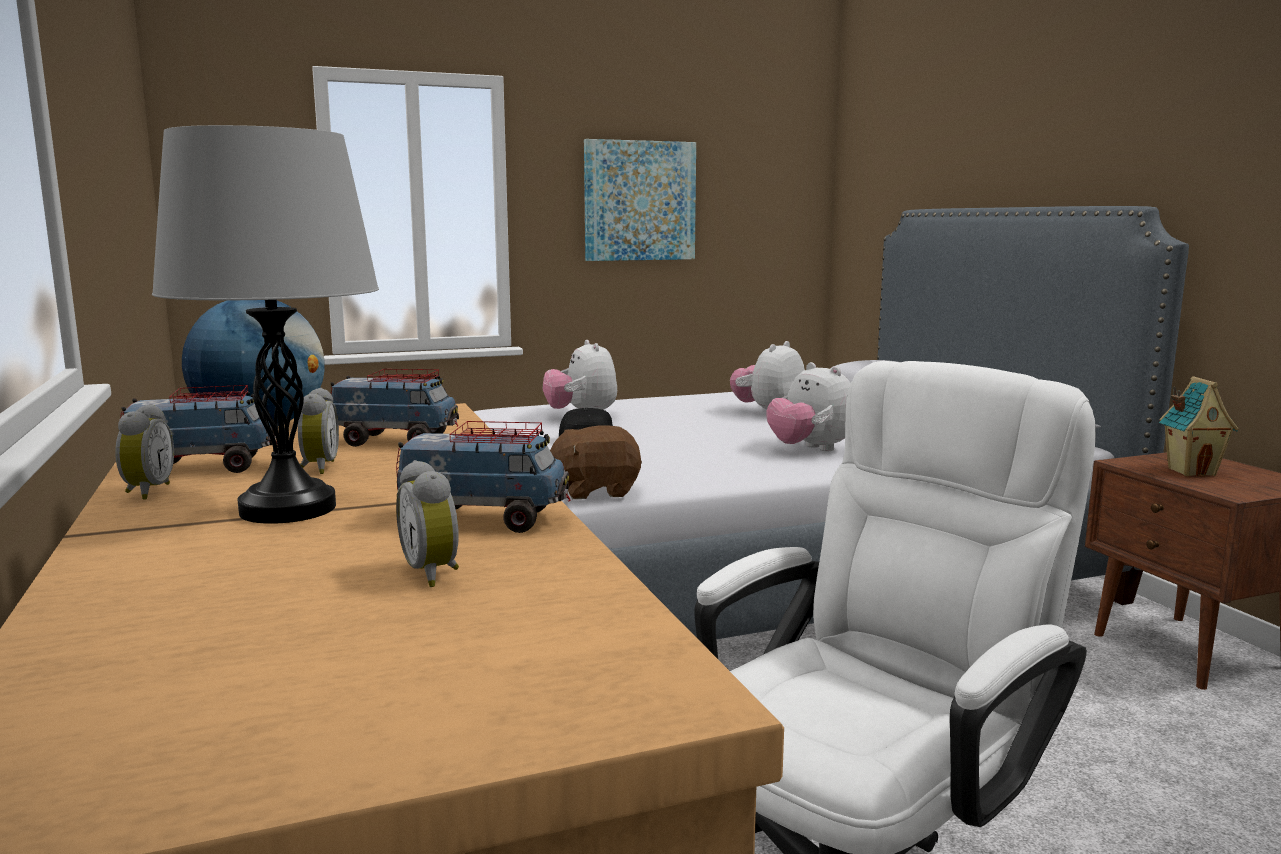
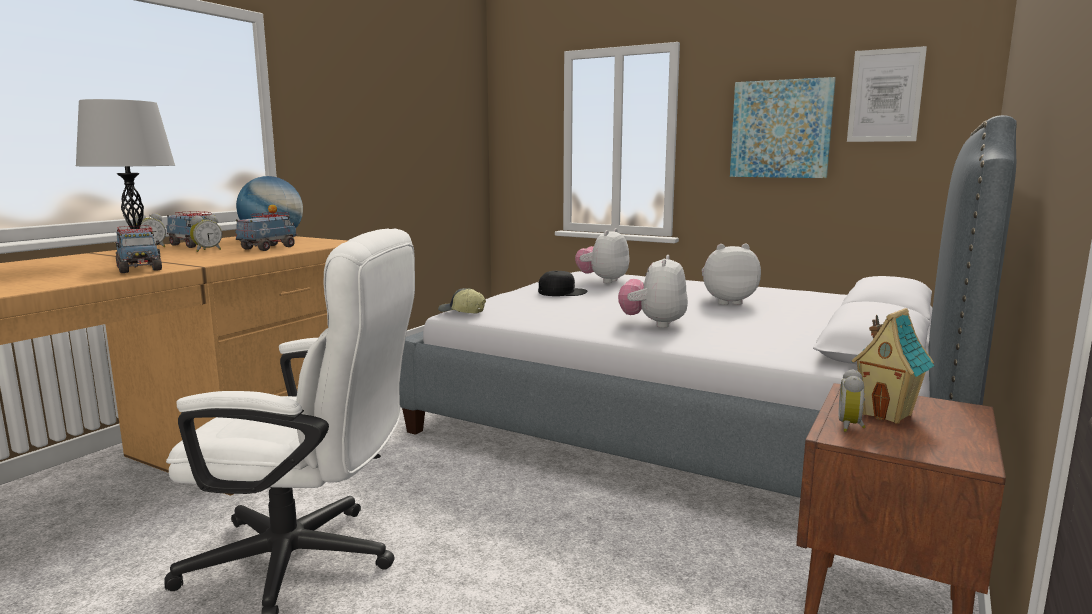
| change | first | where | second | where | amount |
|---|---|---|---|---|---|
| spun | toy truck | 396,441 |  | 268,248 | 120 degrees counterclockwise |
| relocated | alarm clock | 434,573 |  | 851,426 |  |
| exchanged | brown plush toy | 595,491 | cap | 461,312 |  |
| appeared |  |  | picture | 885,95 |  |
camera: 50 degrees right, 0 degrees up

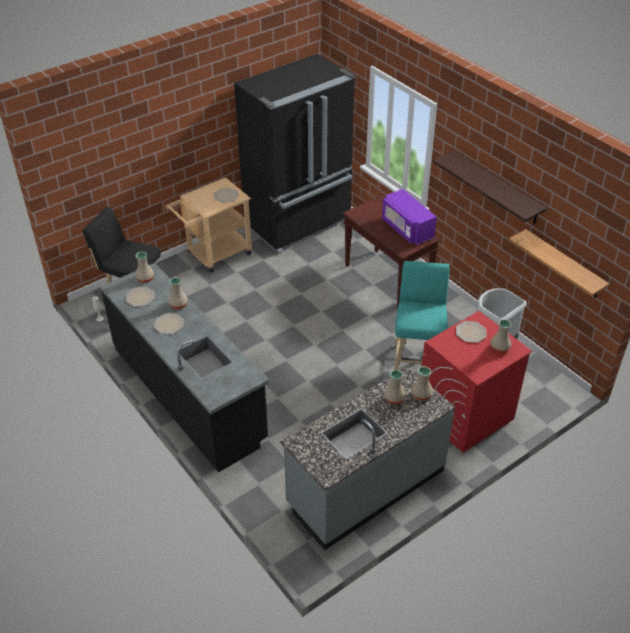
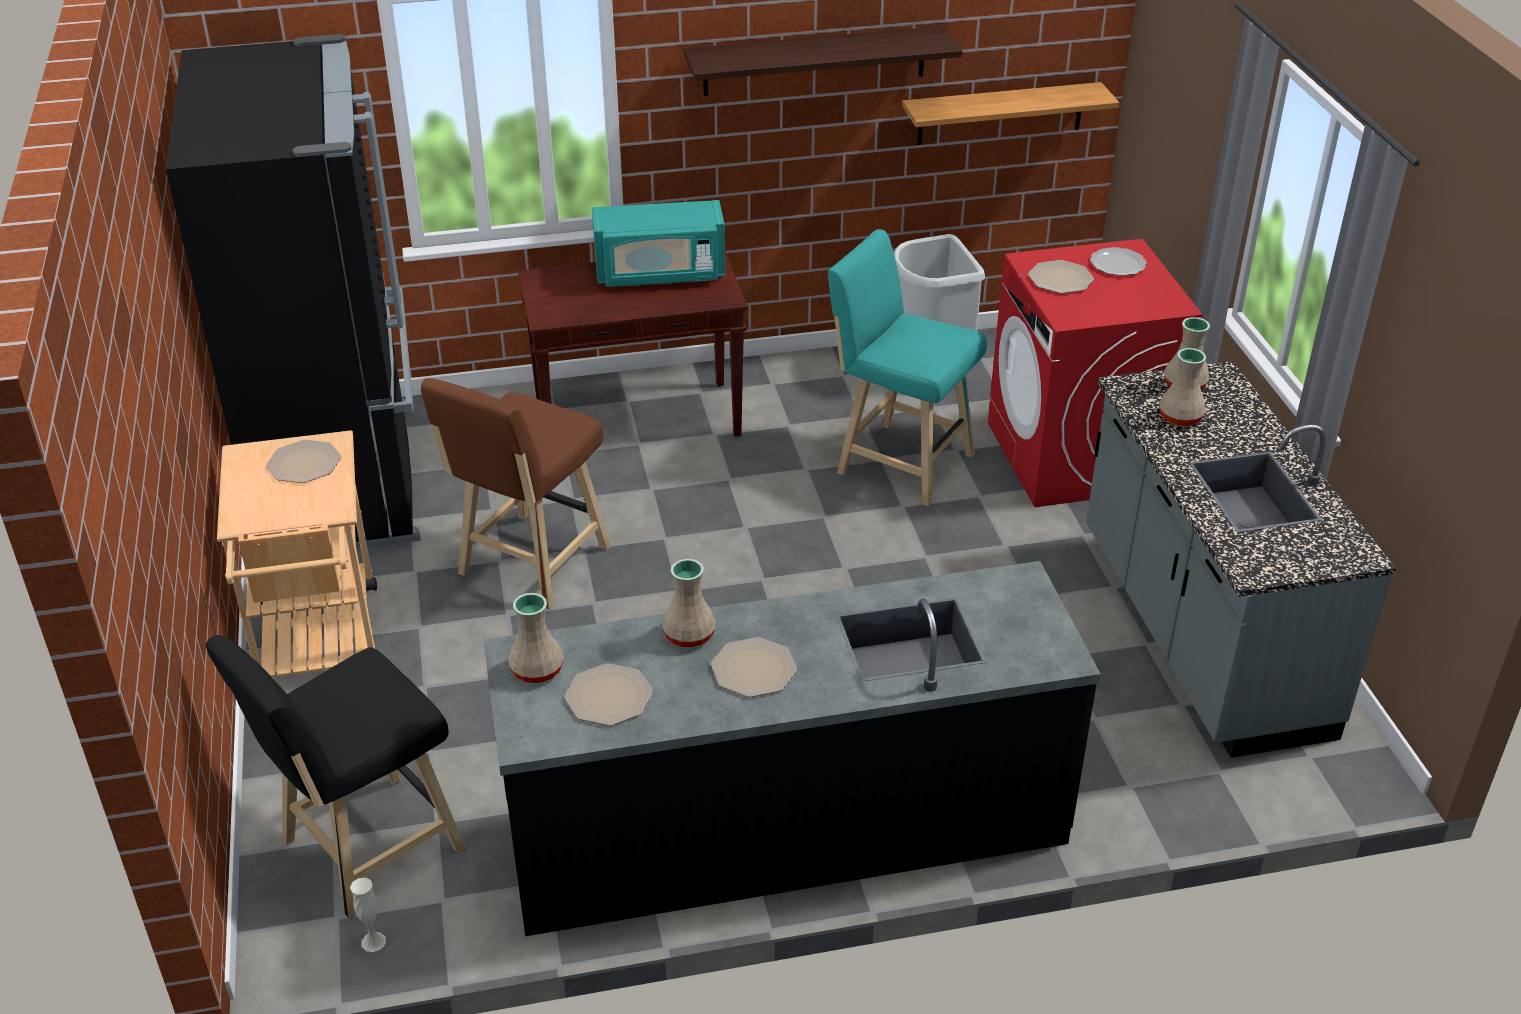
| change | first | where | second | where | amount |
|---|---|---|---|---|---|
| colour | purple microwave | 406,229 | turquoise microwave | 660,274 |  |
| exchanged | beige vase | 499,347 | plate | 1117,264 |  |
| appeared |  |  | brown stool | 529,566 |  |
camera: 65 degrees left, 5 degrees down

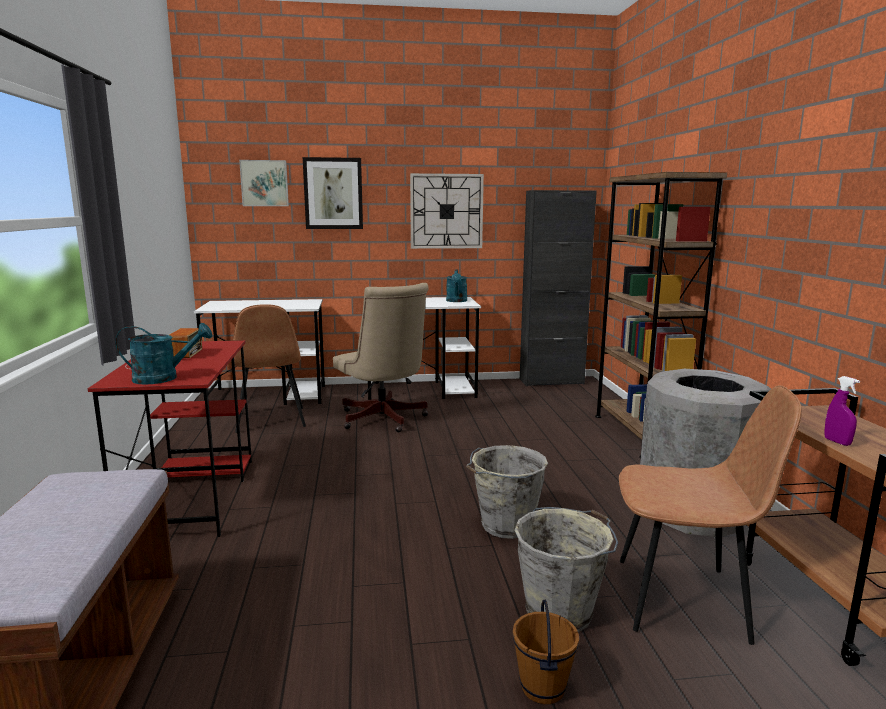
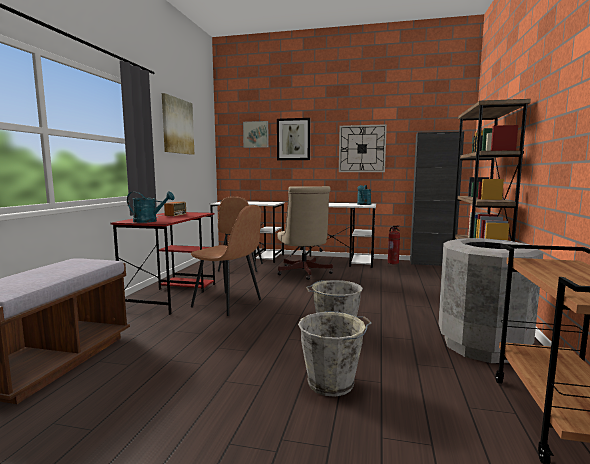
| change | first | where | second | where | amount |
|---|---|---|---|---|---|
| missing | brown bucket | 541,687 |  |  |  |
| relocated | brown chair | 684,599 |  | 228,304 |  |
| missing | purple spray bottle | 837,442 |  |  |  |
| appeared |  |  | picture | 177,126 |  |
| appeared |  |  | fire extinguisher | 393,263 |  |
camera: 20 degrees right, 5 degrees down

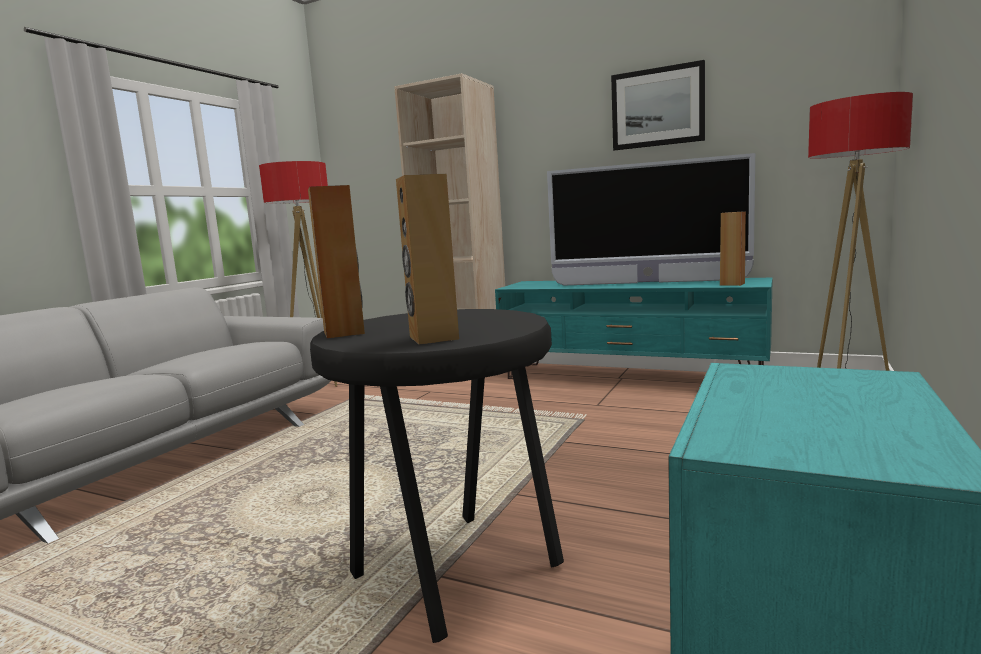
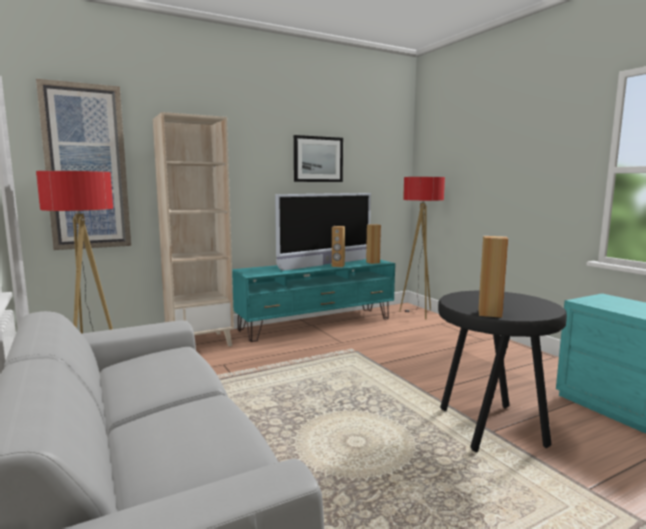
| change | first | where | second | where | amount |
|---|---|---|---|---|---|
| relocated | brown speaker | 433,338 |  | 338,266 |  |
| appeared |  |  | picture | 86,168 |  |
camera: 55 degrees left, 0 degrees up

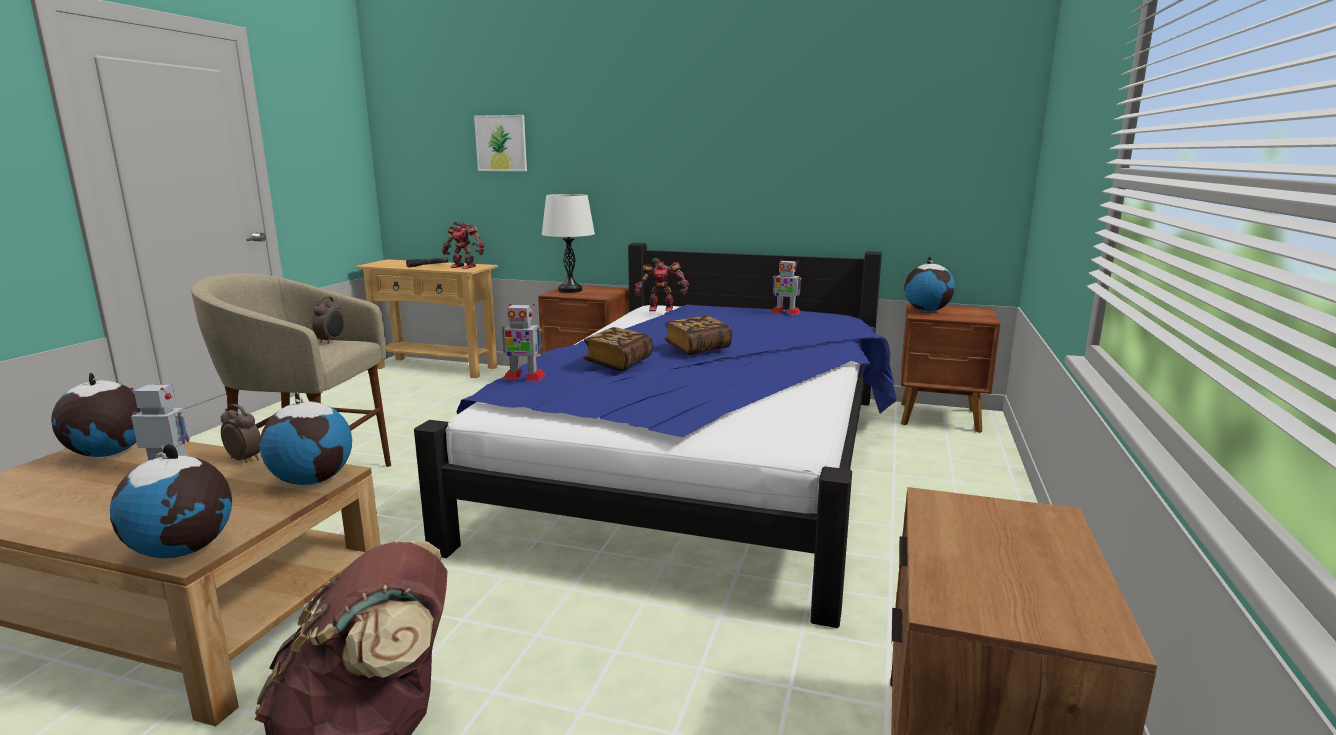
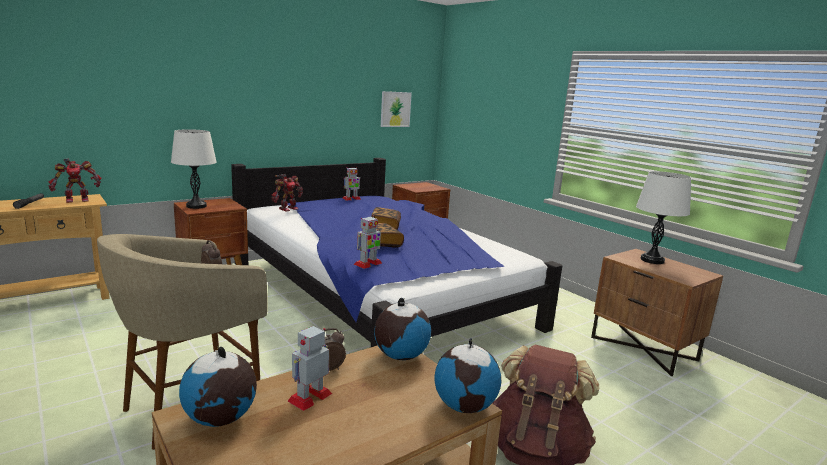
| change | first | where | second | where | amount |
|---|---|---|---|---|---|
| relocated | picture | 501,143 |  | 395,109 |  |
| missing | globe | 926,310 |  |  |  |
| appeared |  |  | white table lamp | 652,260 |  |
camera: 55 degrees left, 0 degrees up

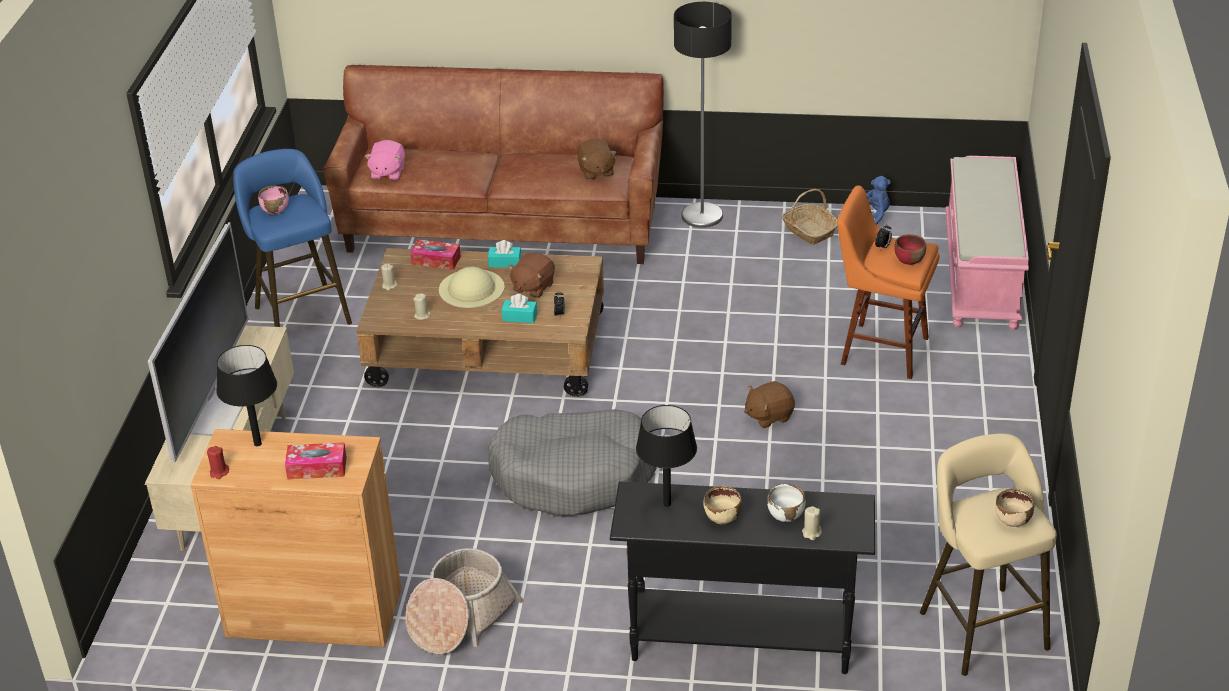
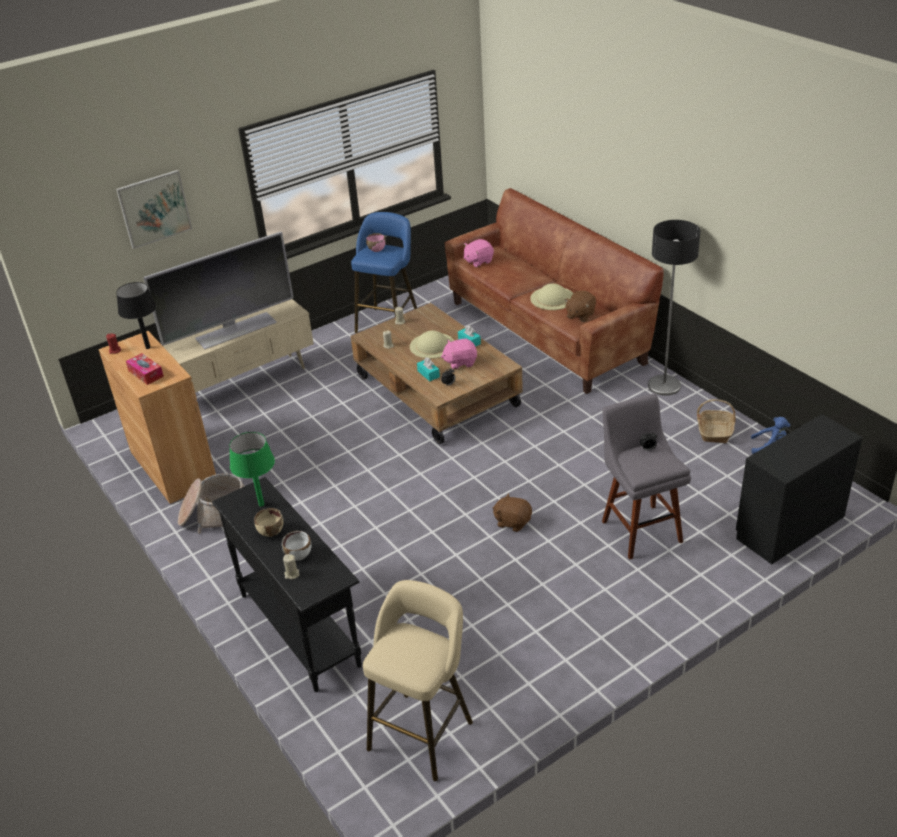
| change | first | where | second | where | amount |
|---|---|---|---|---|---|
| missing | tissue box | 436,260 |  |  |  |
| missing | grey dog bed | 575,475 |  |  |  |
| colour | brown plush toy | 532,287 | pink plush toy | 460,362 |  |
| colour | black table lamp | 666,504 | green table lamp | 261,504 |  |
| colour | orange stool | 879,349 | grey stool | 639,528 |  |
| missing | red bowl | 909,260 |  |  |  |
| exchanged | pink bench | 982,273 | black dresser | 788,527 |  |
| missing | beige bowl | 1012,520 |  |  |  |
| appeared |  |  | picture | 154,209 |  |
| appeared |  |  | beige hat | 552,298 |  |
camera: 50 degrees right, 0 degrees up

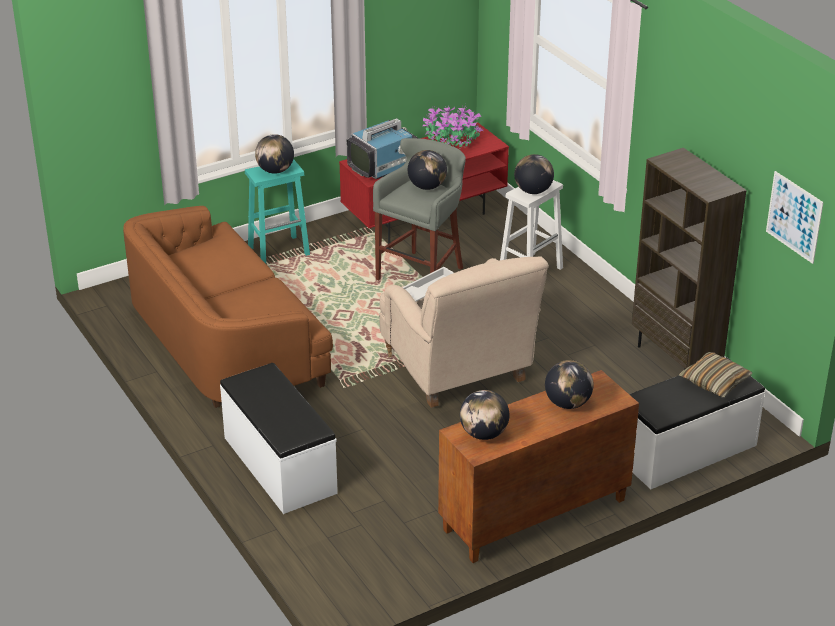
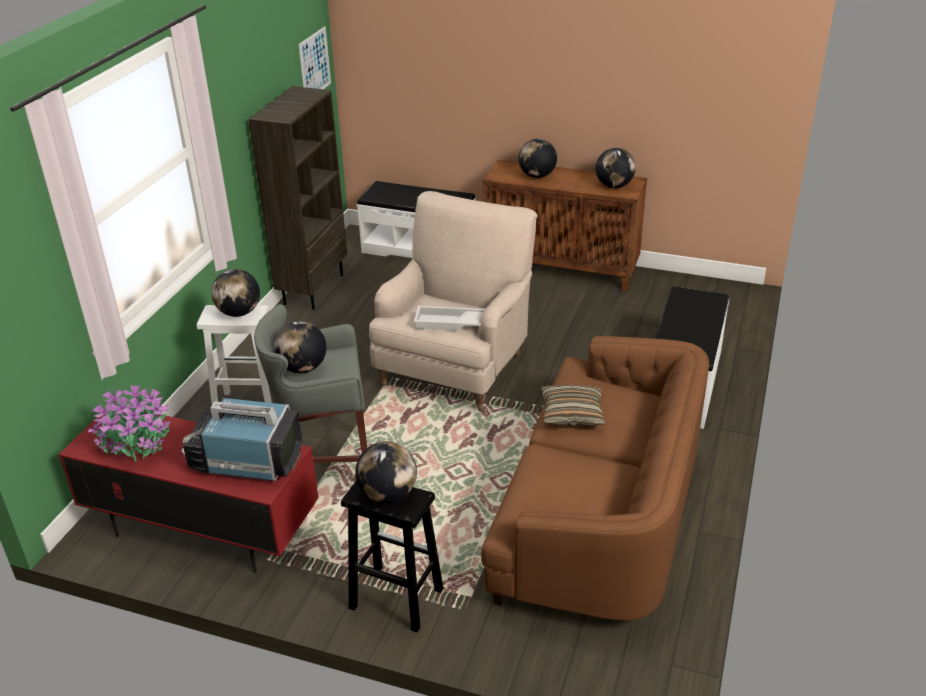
| change | first | where | second | where | amount |
|---|---|---|---|---|---|
| colour | turquoise stool | 279,251 | black stool | 395,598 |  |
| relocated | pillow | 714,381 |  | 572,413 |  |
camera: 130 degrees left, 0 degrees up

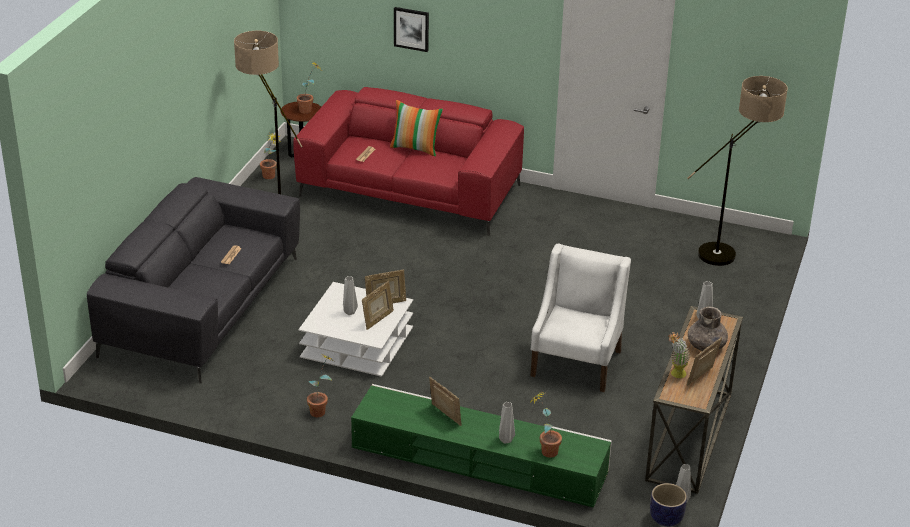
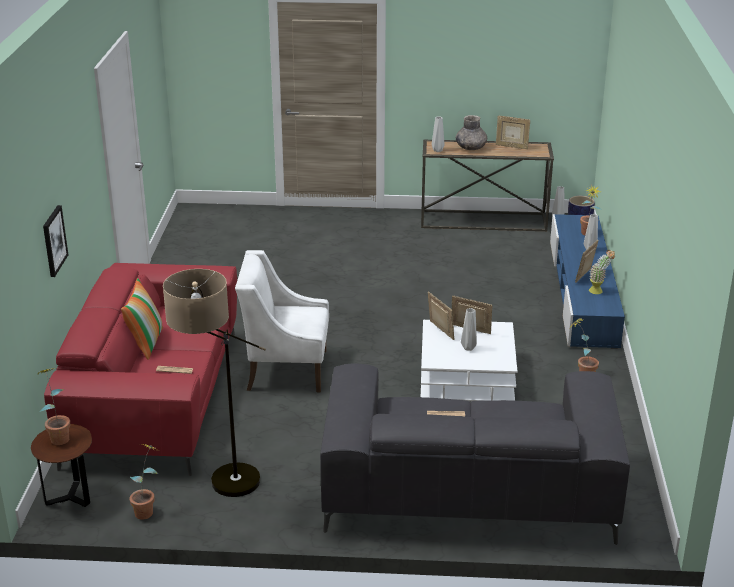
| change | first | where | second | where | amount |
|---|---|---|---|---|---|
| colour | green tv stand | 478,461 | blue tv stand | 582,293 |  |
| relocated | white armchair | 577,362 |  | 286,369 |  |
| relocated | potted plant | 675,375 |  | 599,292 |  |
| missing | floor lamp | 730,252 |  |  |  |
camera: 105 degrees left, 5 degrees down

